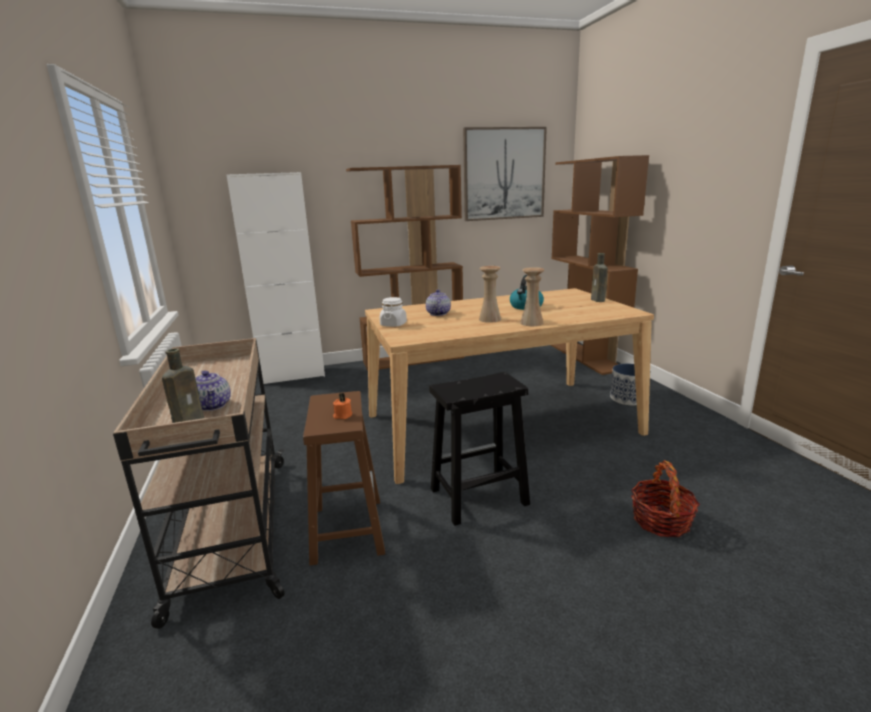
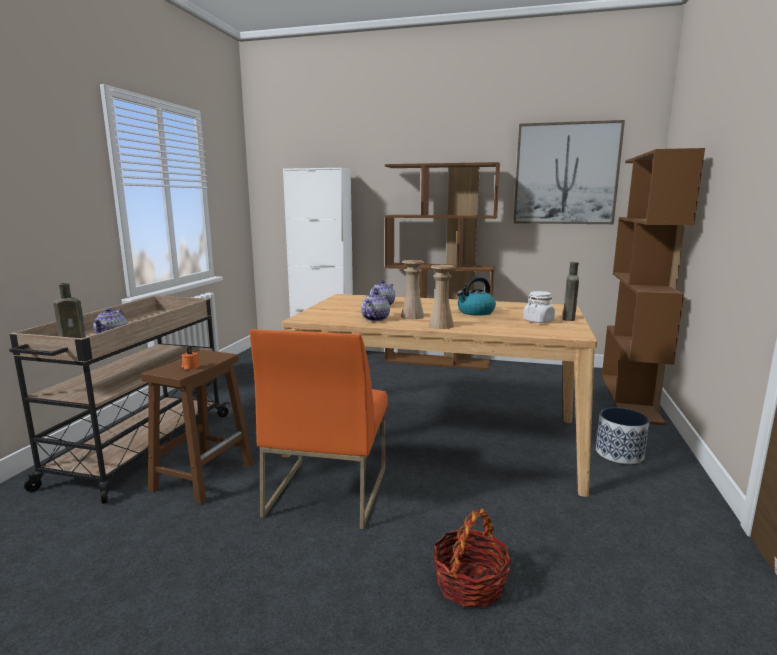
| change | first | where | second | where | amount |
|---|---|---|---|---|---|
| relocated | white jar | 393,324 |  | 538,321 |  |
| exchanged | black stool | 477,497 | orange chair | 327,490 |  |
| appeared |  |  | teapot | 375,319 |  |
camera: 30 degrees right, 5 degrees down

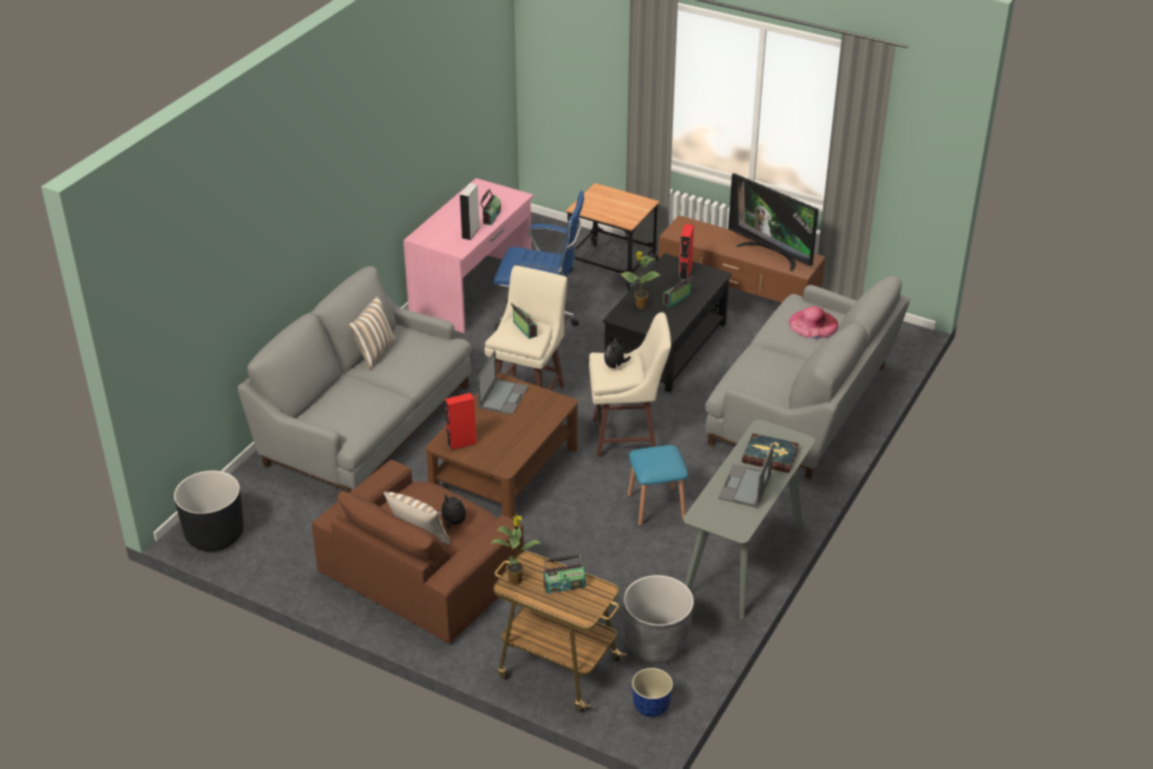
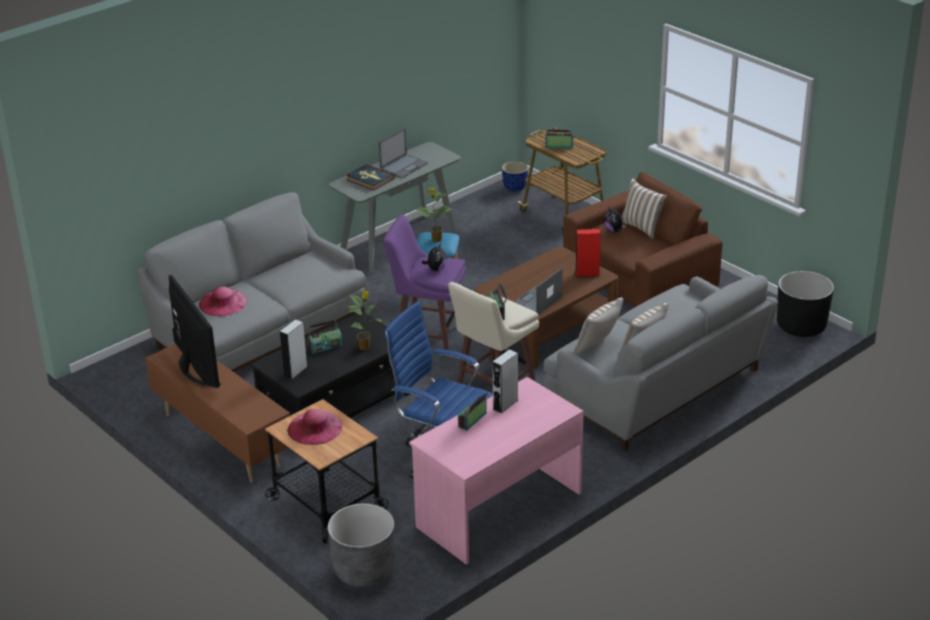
| change | first | where | second | where | amount |
|---|---|---|---|---|---|
| relocated | potted plant | 516,579 |  | 436,240 |  |
| colour | beige stool | 627,437 | purple stool | 427,334 |  |
| relocated | grey planter | 656,643 |  | 364,570 |  |
| colour | red speaker | 685,273 | grey speaker | 295,371 |  |
| appeared |  |  | pink hat | 315,428 |  |
| appeared |  |  | pillow | 597,347 |  |
camera: 160 degrees left, 5 degrees down

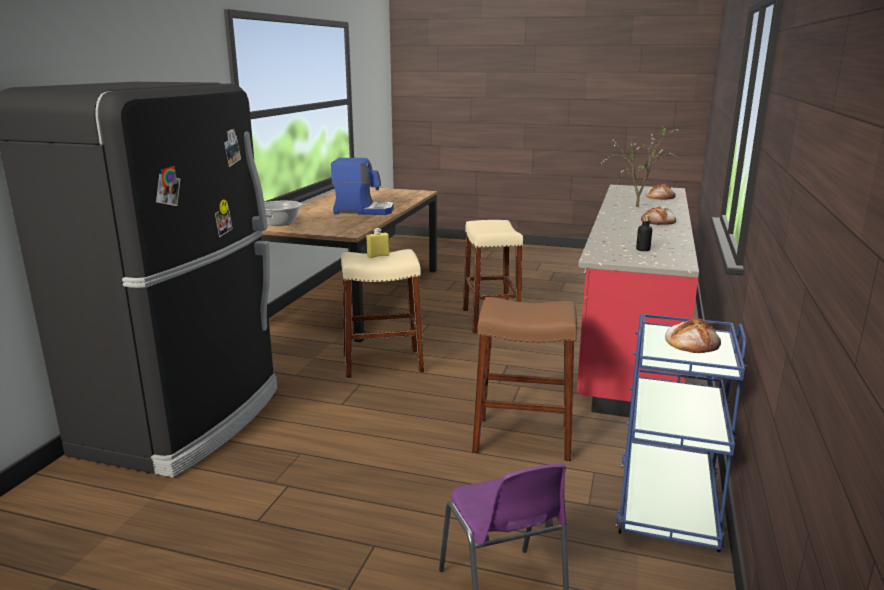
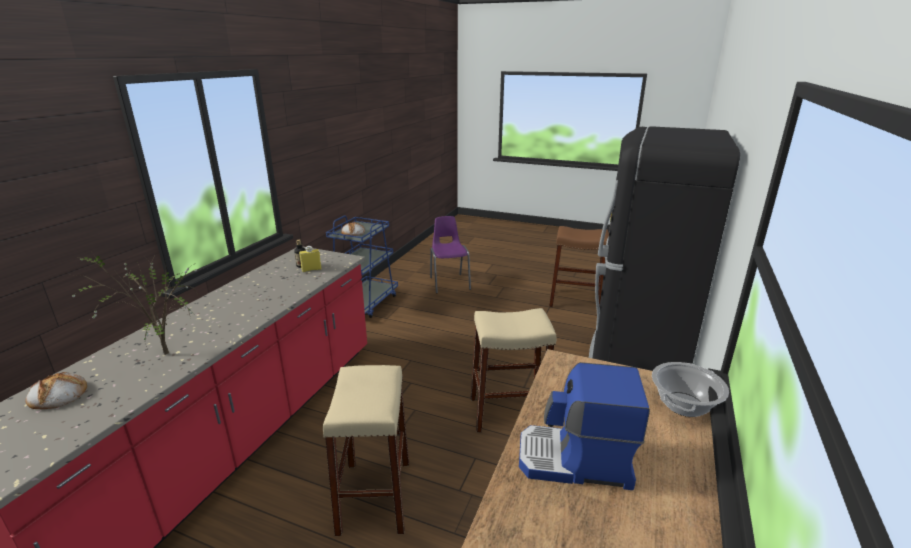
| change | first | where | second | where | amount |
|---|---|---|---|---|---|
| relocated | yellow bottle | 378,256 |  | 311,269 |  |
| relocated | brown stool | 522,438 |  | 575,301 |  |
| missing | bread | 658,221 |  |  |  |
camera: 175 degrees left, 5 degrees up

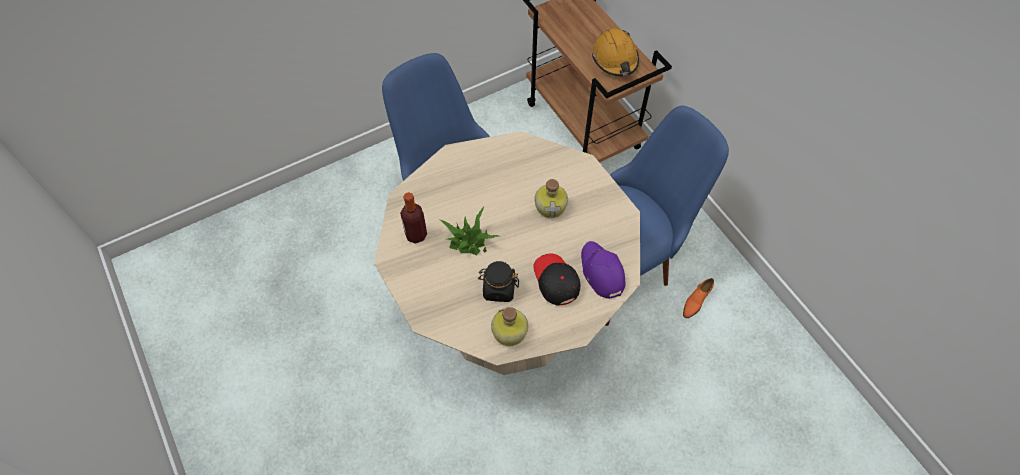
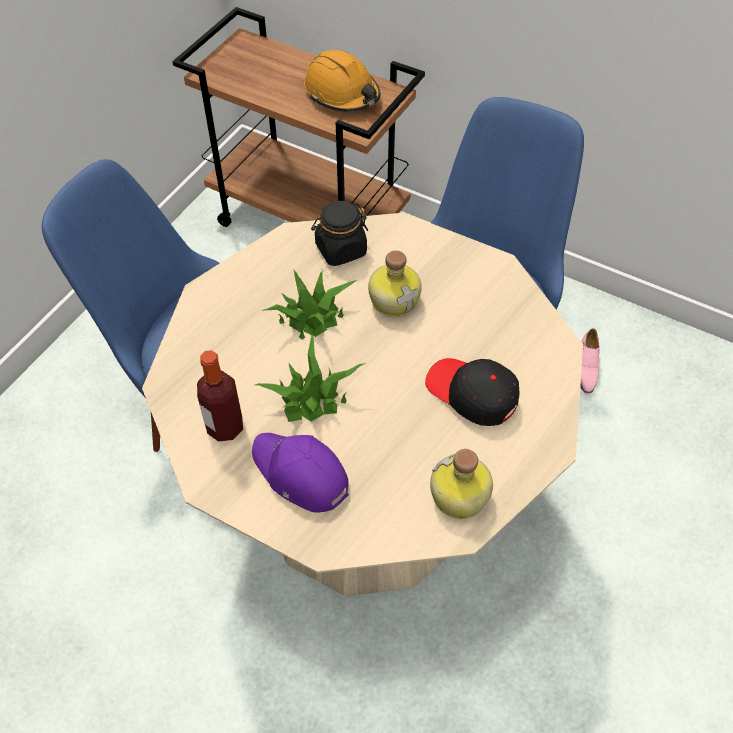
| change | first | where | second | where | amount |
|---|---|---|---|---|---|
| relocated | black jar | 498,289 |  | 340,250 |  |
| relocated | purple cap | 601,272 |  | 300,474 |  |
| colour | orange shoe | 696,301 | pink shoe | 586,368 |  |
| appeared |  |  | potted plant | 310,315 |  |
camera: 30 degrees left, 5 degrees down

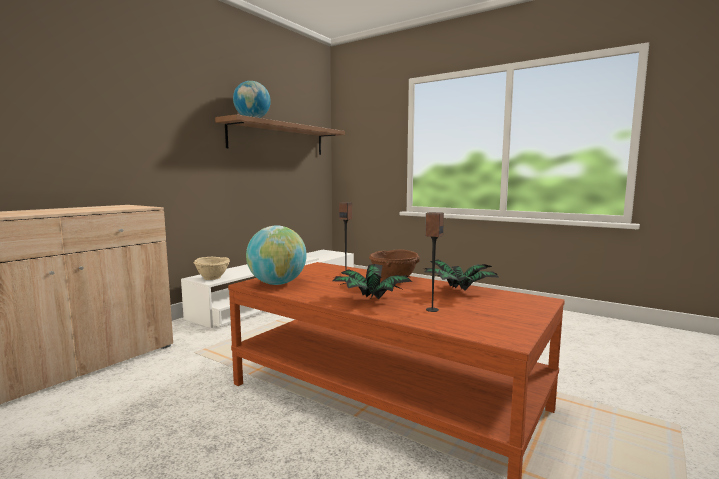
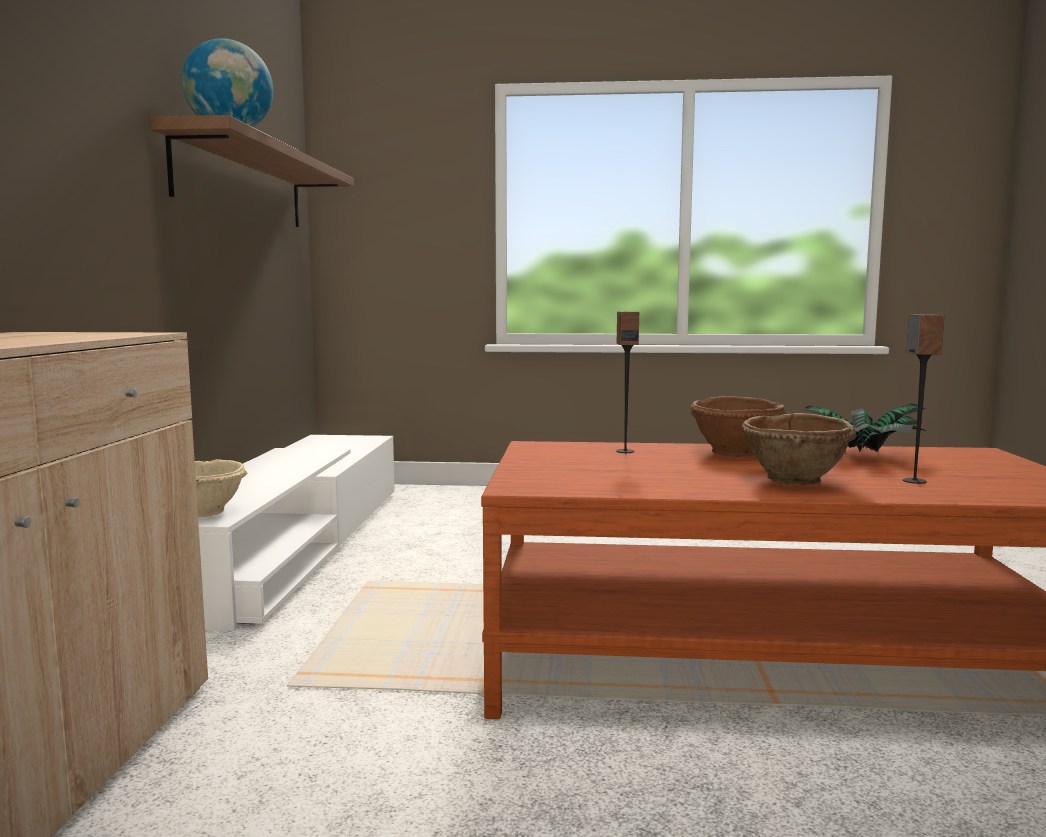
| change | first | where | second | where | amount |
|---|---|---|---|---|---|
| missing | globe | 277,283 |  |  |  |
| exchanged | potted plant | 371,299 | brown bowl | 795,480 |  |
camera: 30 degrees left, 0 degrees up

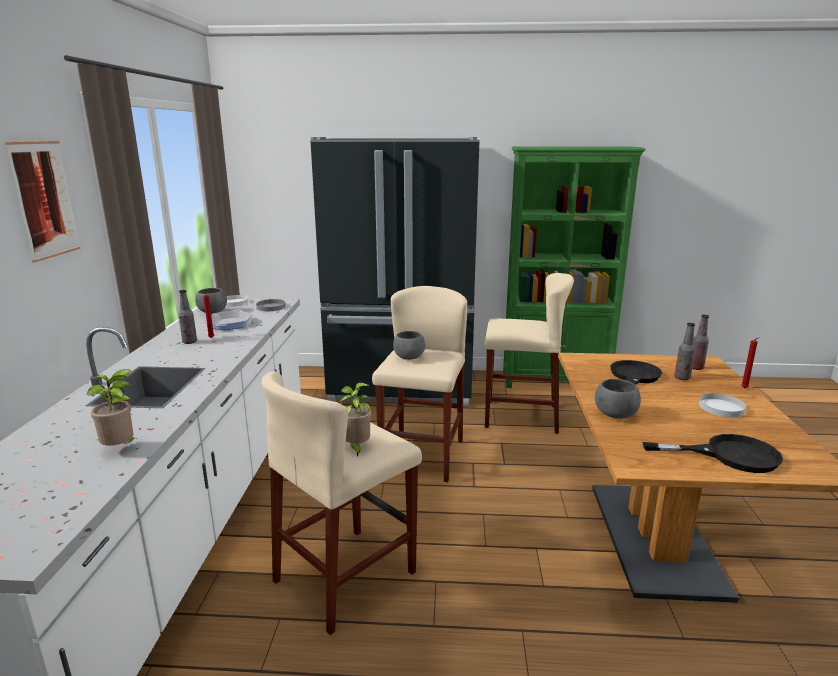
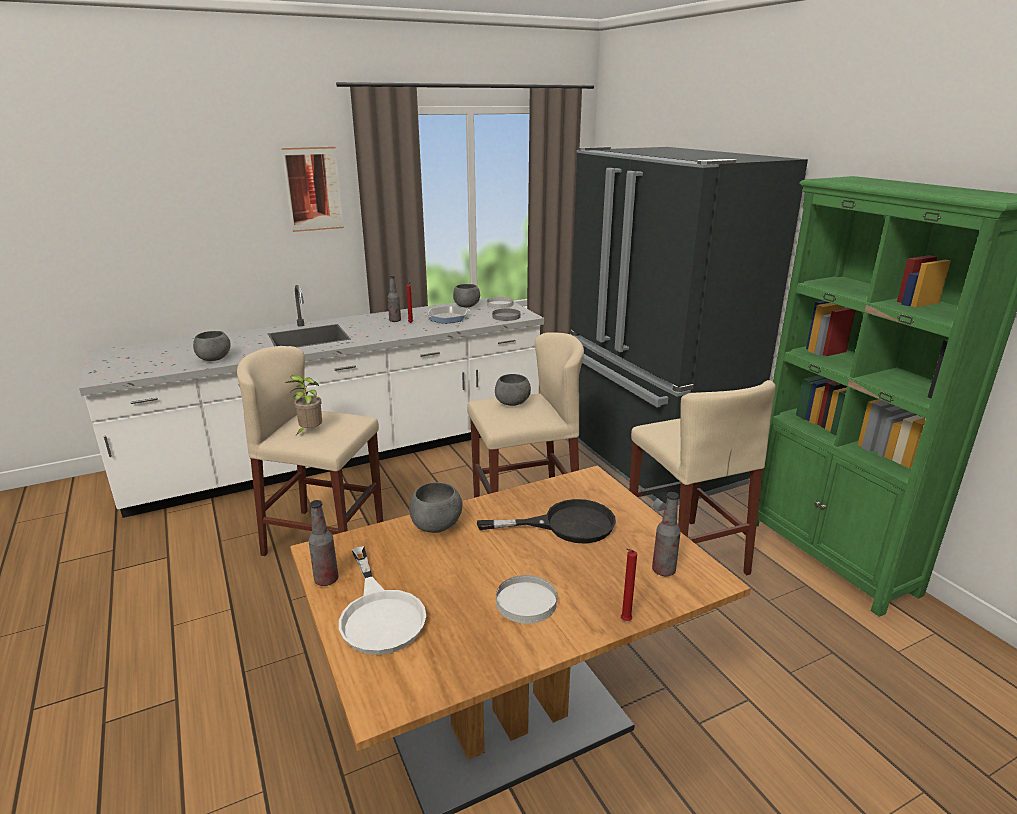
| change | first | where | second | where | amount |
|---|---|---|---|---|---|
| exchanged | potted plant | 121,448 | grey bowl | 215,359 |  |
| colour | black frying pan | 728,455 | white frying pan | 379,614 |  |
| relocated | bottle | 682,378 |  | 326,580 |  |
camera: 60 degrees right, 5 degrees up

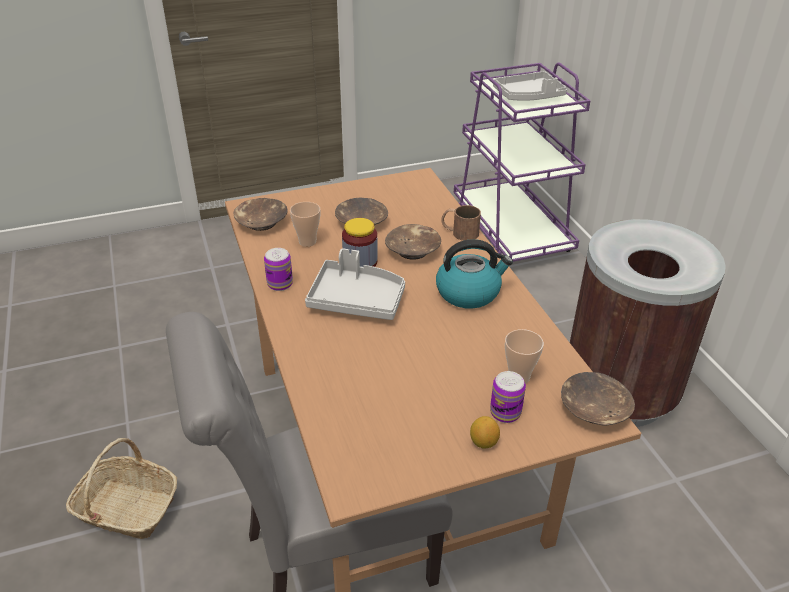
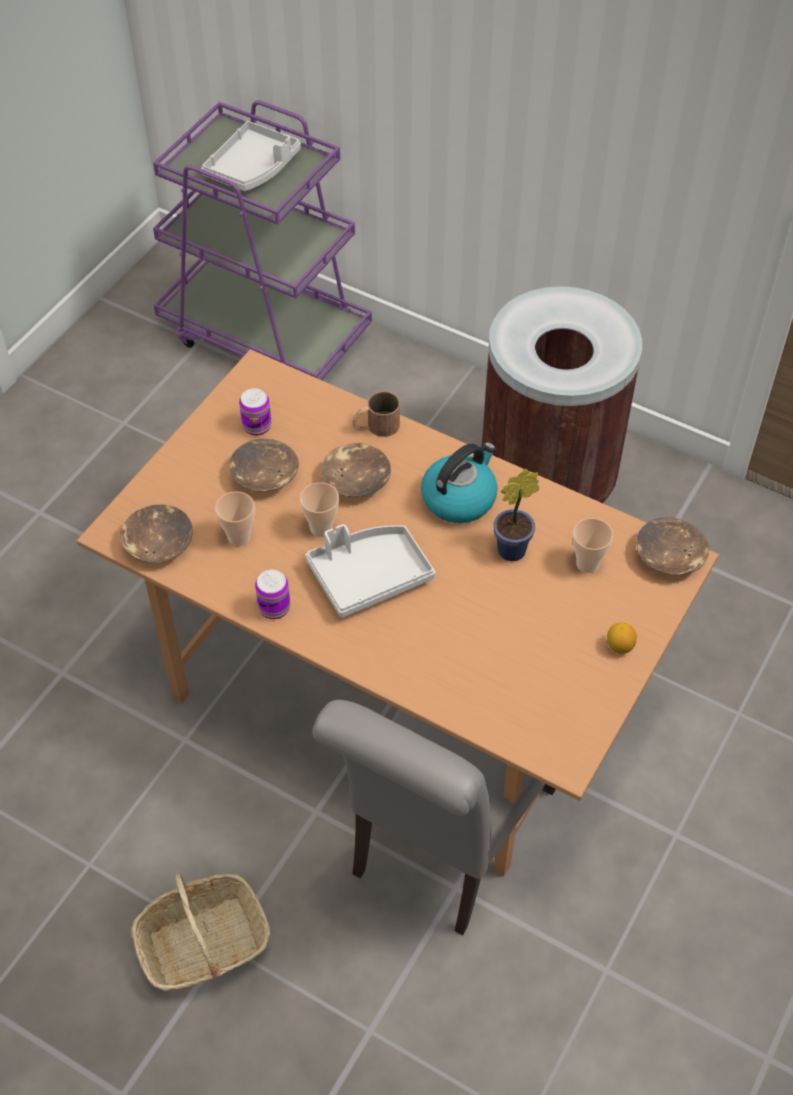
| change | first | where | second | where | amount |
|---|---|---|---|---|---|
| exchanged | jar | 360,262 | cup | 321,528 |  |
| relocated | can | 505,413 |  | 257,426 |  |
| appeared |  |  | potted plant | 515,549 |  |
camera: 40 degrees left, 15 degrees up

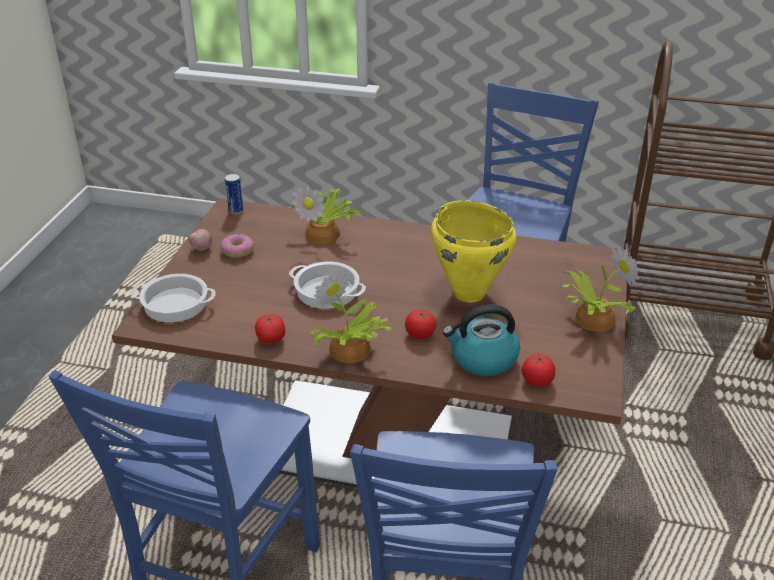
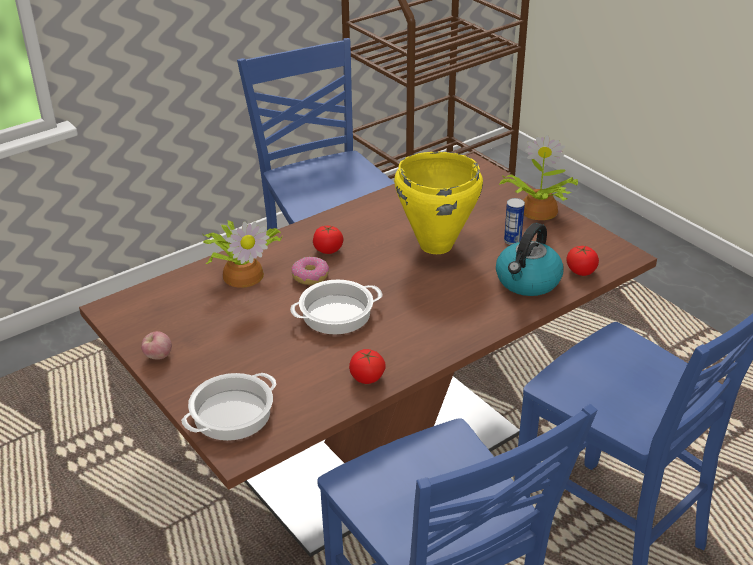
| change | first | where | second | where | amount |
|---|---|---|---|---|---|
| relocated | donut | 237,251 |  | 310,276 |  |
| relocated | can | 236,211 |  | 512,241 |  |
| missing | potted plant | 350,351 |  |  |  |
| relocated | tomato | 420,334 |  | 328,250 |  |
camera: 50 degrees left, 0 degrees up

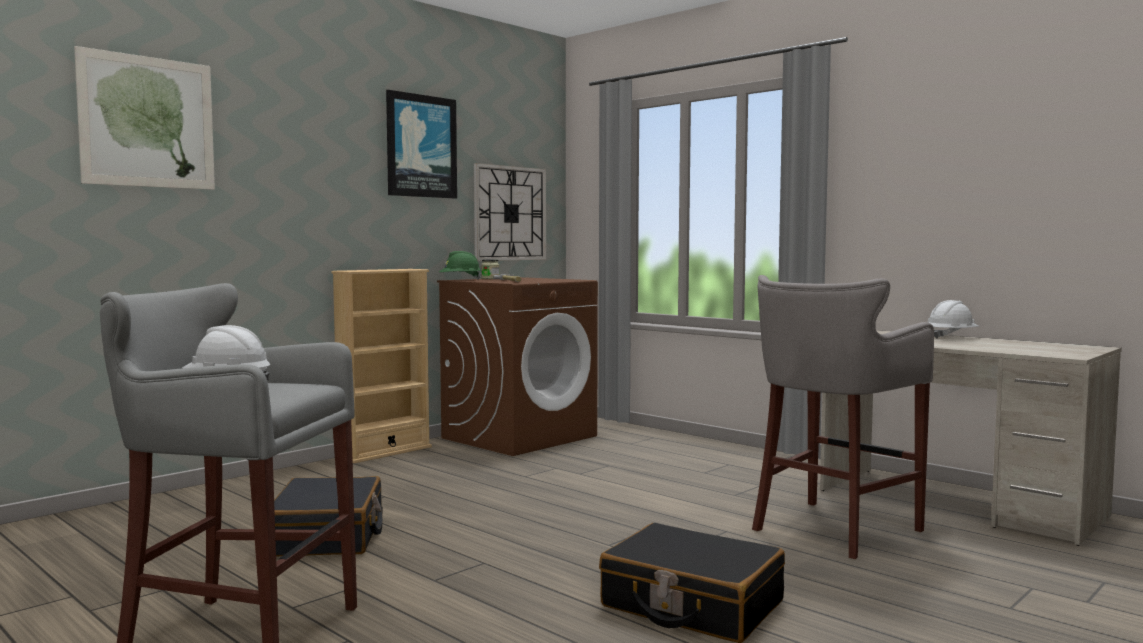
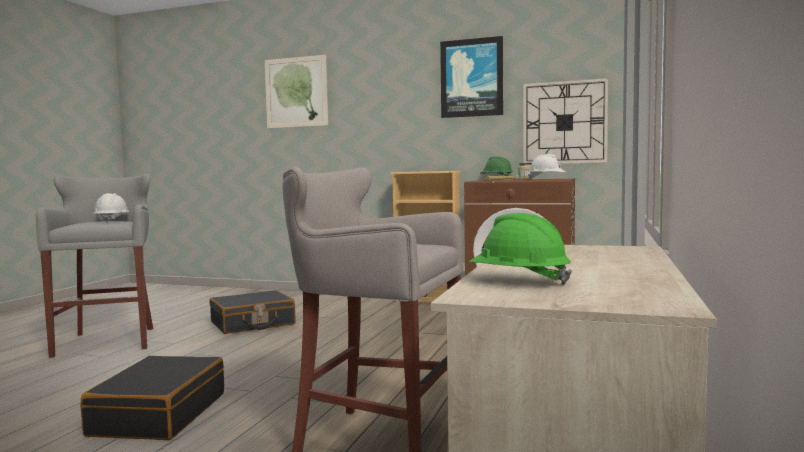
| change | first | where | second | where | amount |
|---|---|---|---|---|---|
| relocated | white hard hat | 951,337 |  | 547,179 |  |
| appeared |  |  | green hard hat | 518,281 |  |
camera: 65 degrees right, 0 degrees up

